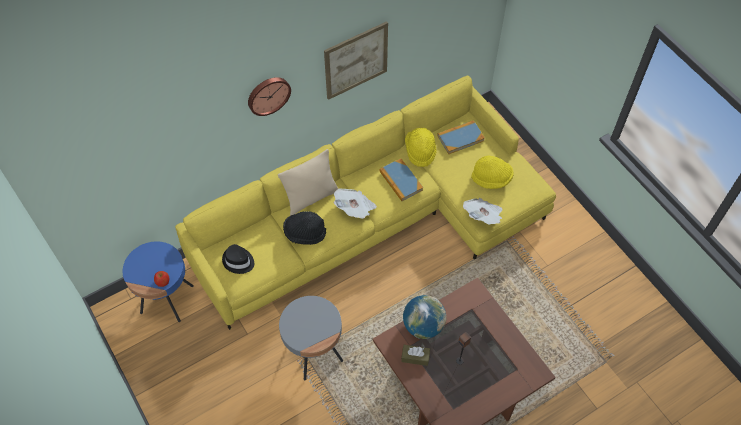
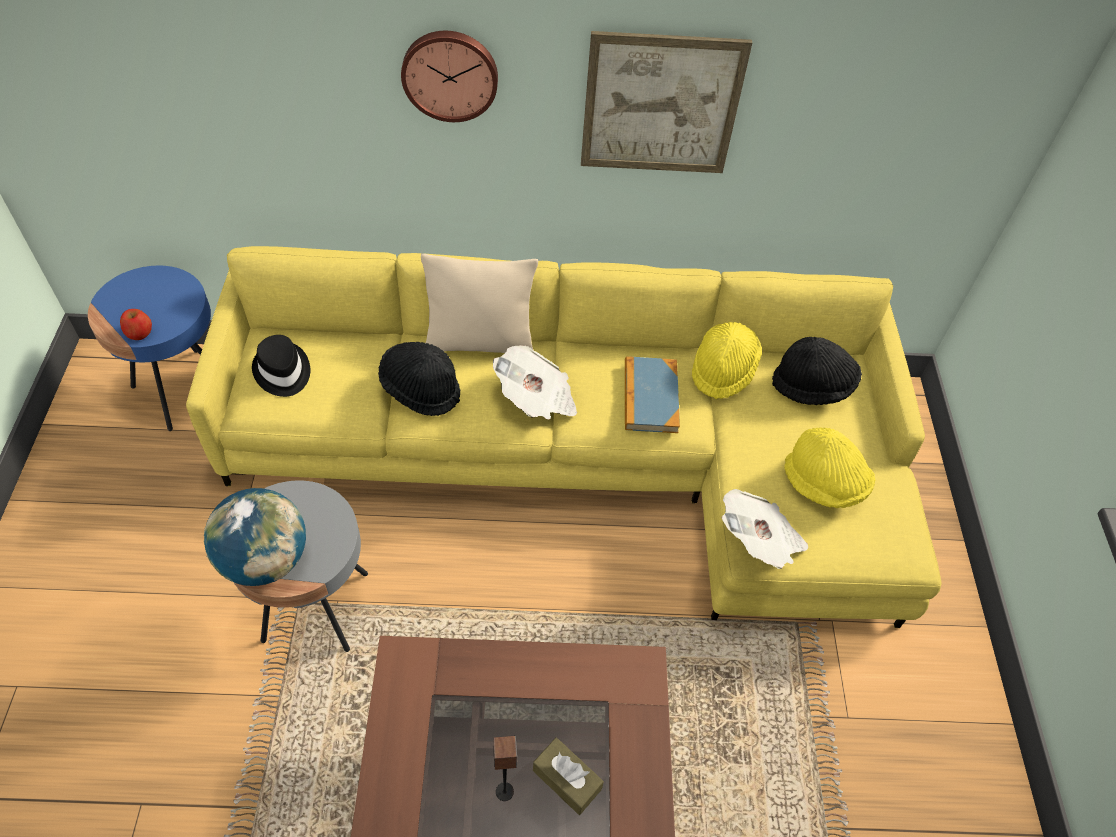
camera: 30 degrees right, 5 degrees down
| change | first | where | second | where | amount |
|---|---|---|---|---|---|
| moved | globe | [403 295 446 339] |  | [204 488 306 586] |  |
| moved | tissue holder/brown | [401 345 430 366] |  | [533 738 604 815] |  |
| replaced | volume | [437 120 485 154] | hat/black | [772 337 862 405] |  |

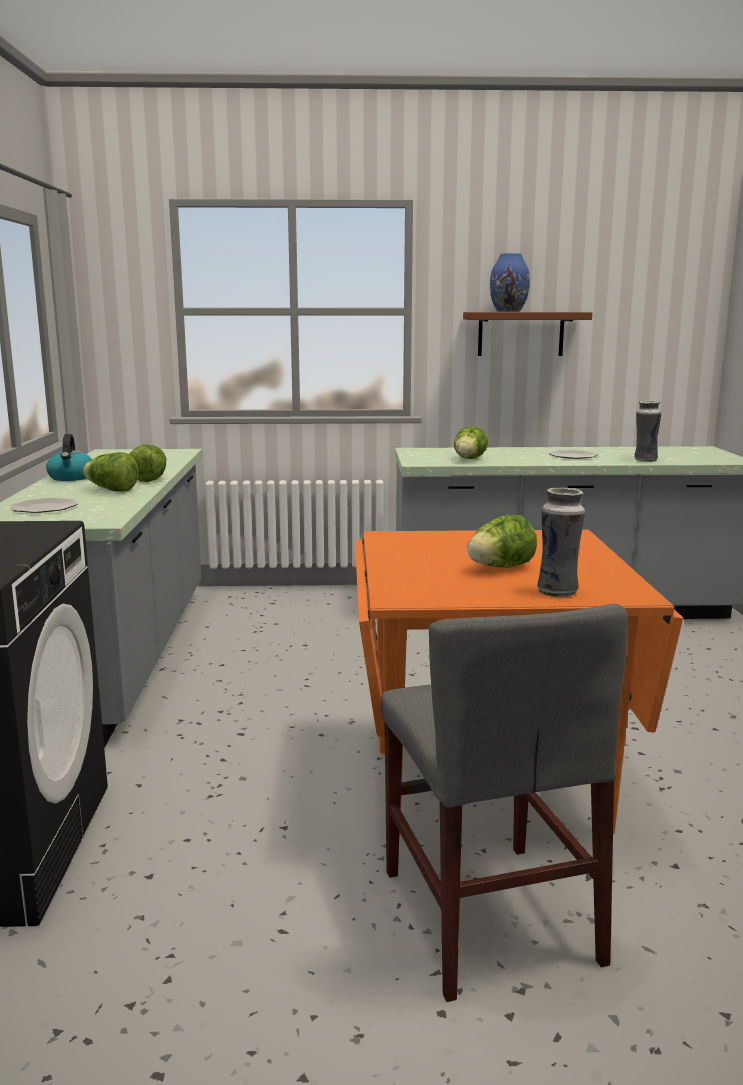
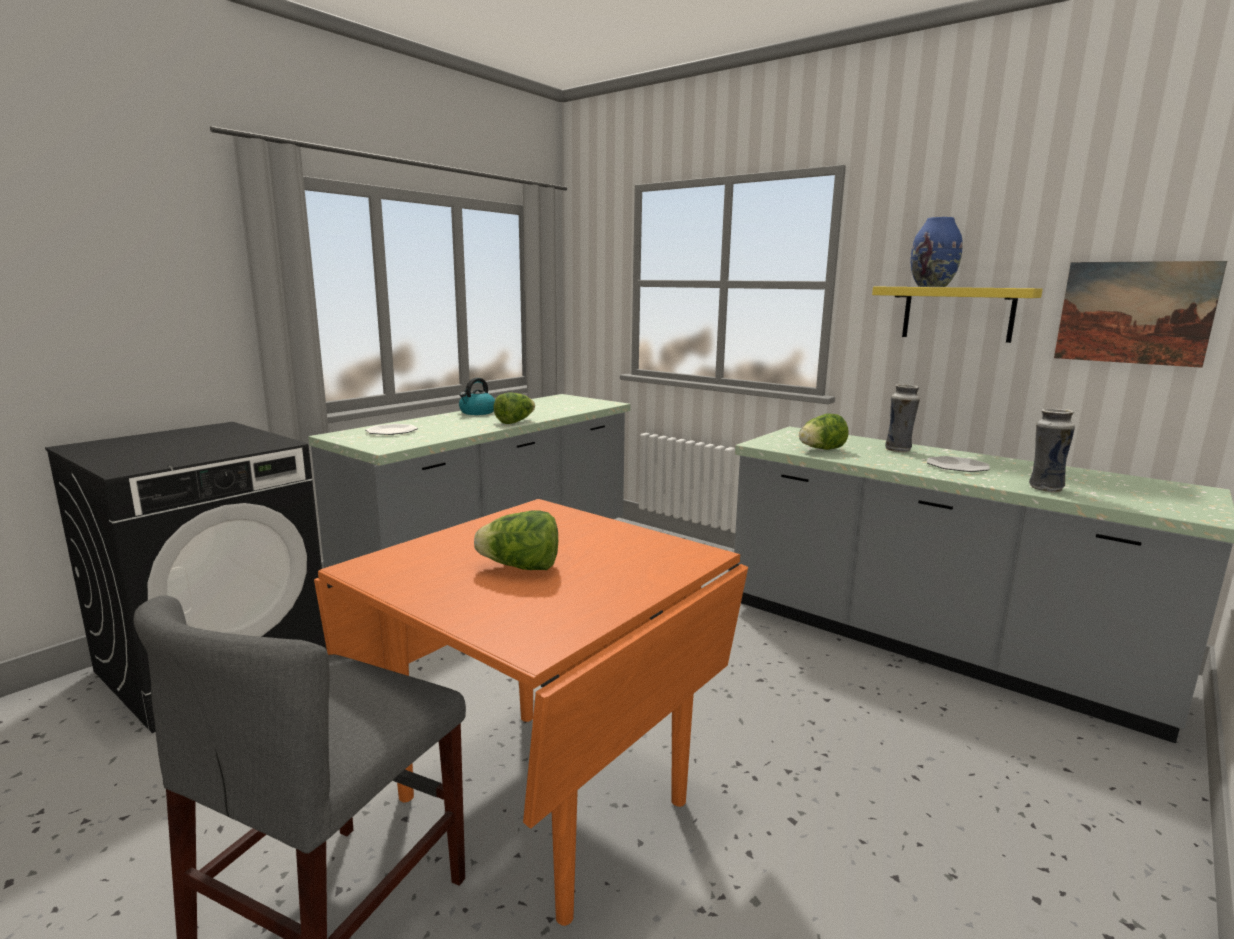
camera: 40 degrees right, 0 degrees up
| change | first | where | second | where | amount |
|---|---|---|---|---|---|
| recoloured | shelf/brown | [463 312 593 356] | shelf/yellow | [872 287 1043 343] |  |
| moved | flower vase | [537 488 585 597] |  | [885 384 920 452] |  |
| added |  |  | picture | [1054 261 1227 368] |  |
| removed | lettuce head | [83 452 138 492] |  |  |  |

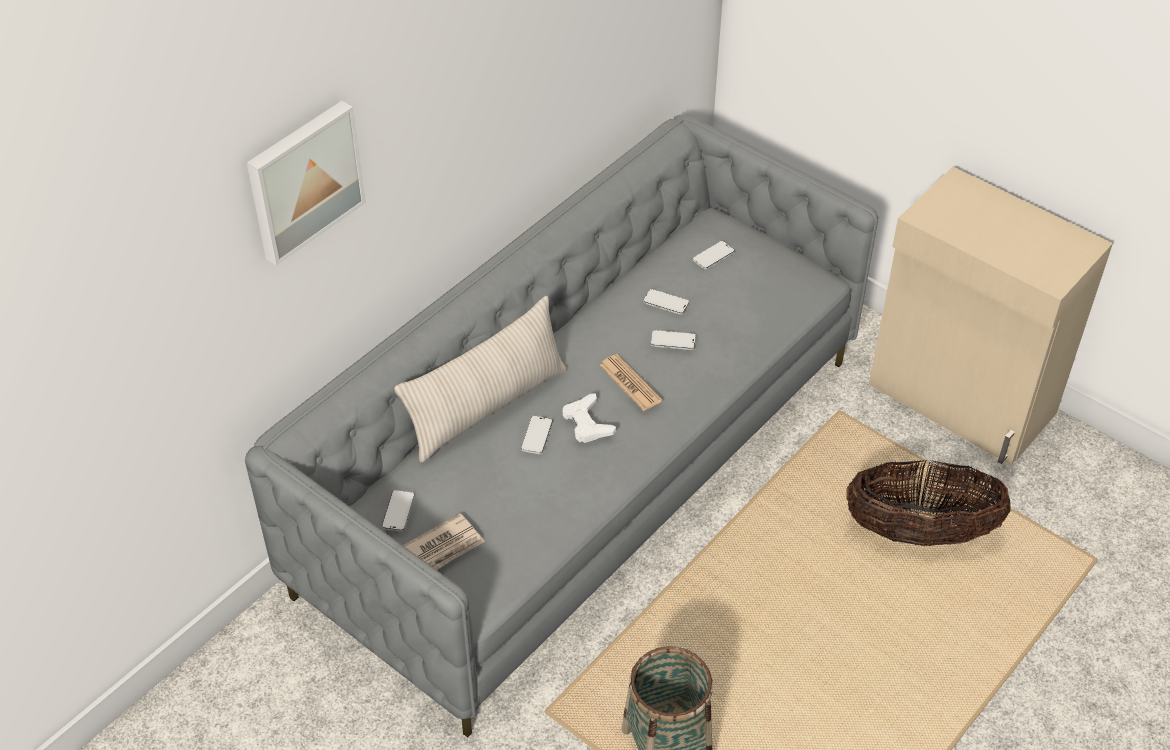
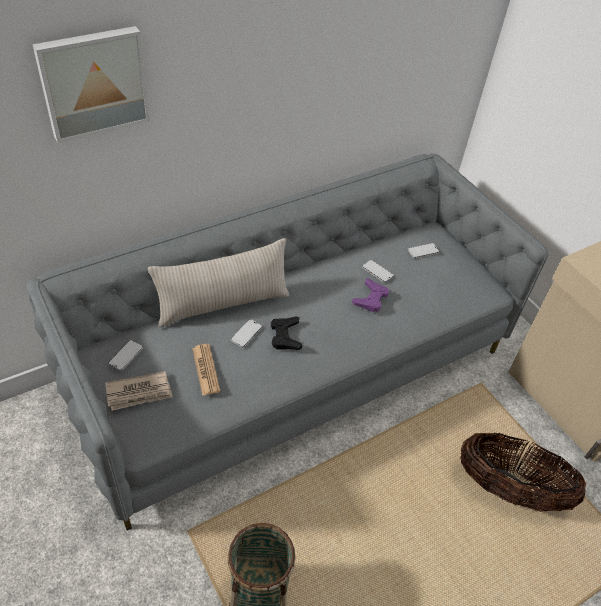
camera: 15 degrees right, 0 degrees up
| change | first | where | second | where | amount |
|---|---|---|---|---|---|
| moved | daily paper | [599 354 662 411] |  | [192 344 221 396] |  |
| recoloured | game controller/white | [563 393 616 443] | game controller/black | [271 316 302 350] |  |
| replaced | handset | [650 330 696 350] | game controller/purplish | [352 278 389 312] |  |

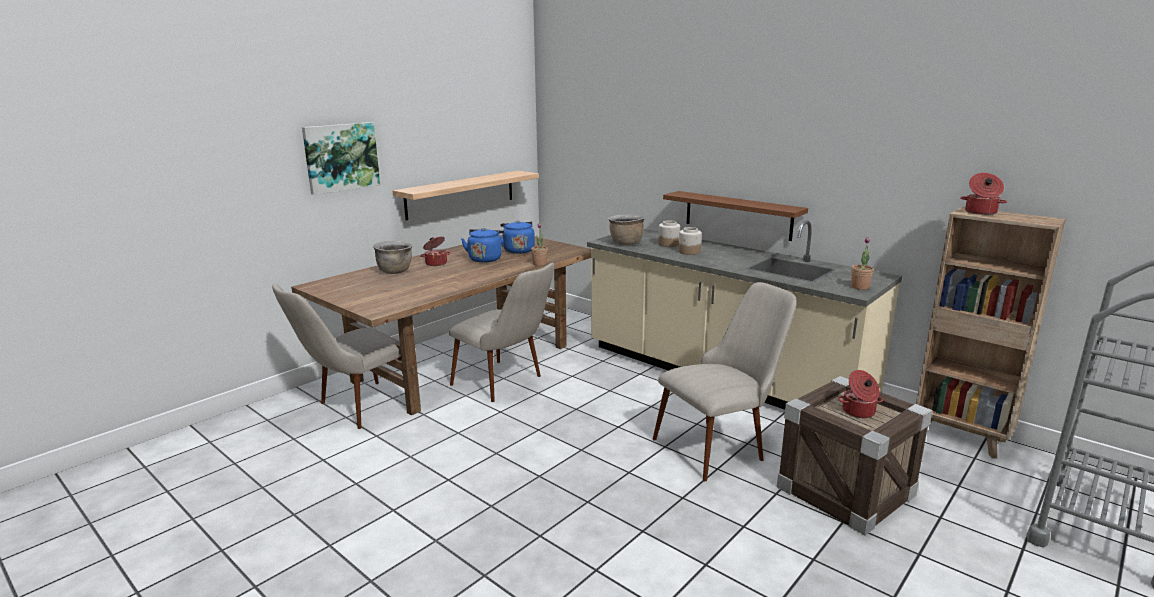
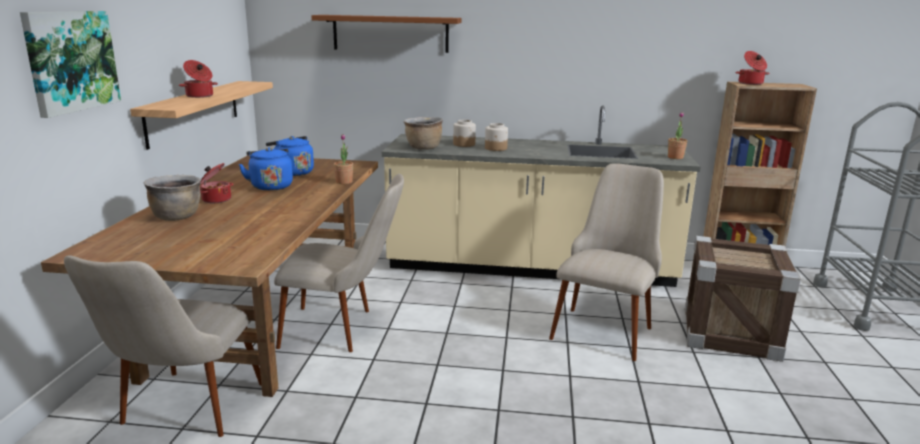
camera: 35 degrees left, 0 degrees up
| change | first | where | second | where | amount |
|---|---|---|---|---|---|
| moved | stockpot | [838 370 883 418] |  | [179 60 218 98] |  |
| moved | shelf/brown | [663 191 808 241] |  | [311 15 461 53] |  |

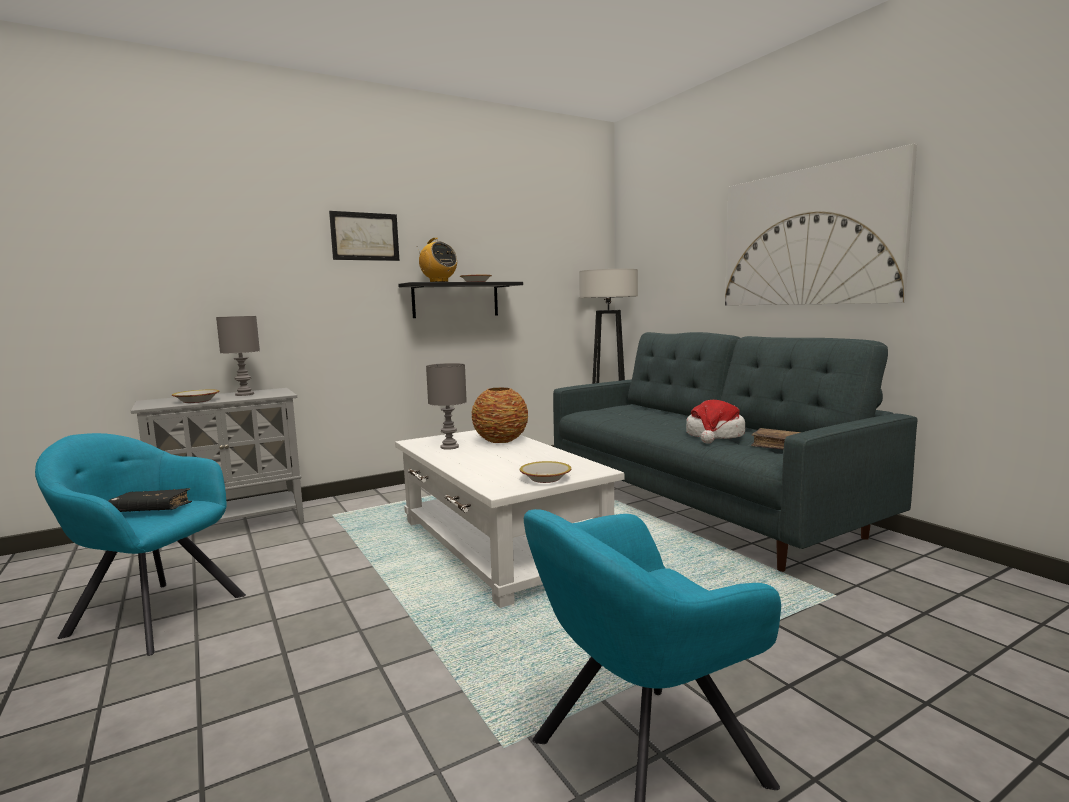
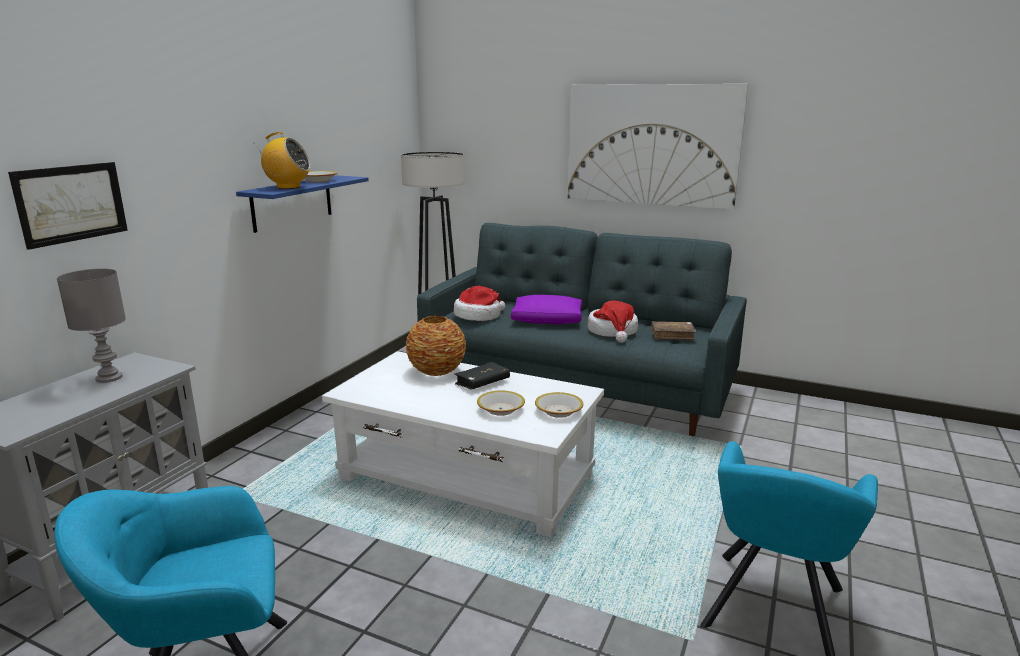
camera: 35 degrees left, 10 degrees up
| change | first | where | second | where | amount |
|---|---|---|---|---|---|
| moved | picture | [329 211 399 261] |  | [8 162 128 250] |  |
| recoloured | shelf/black | [398 282 523 318] | shelf/blue | [236 175 369 233] |  |
| added |  |  | hat | [454 286 505 321] |  |
| moved | volume/black | [108 488 192 512] |  | [454 362 510 389] |  |
| moved | bowl | [172 389 220 403] |  | [477 391 525 416] |  |
| added |  |  | pillow/purplish | [511 295 582 324] |  |
| removed | lamp for a table/greyish | [426 363 467 450] |  |  |  |

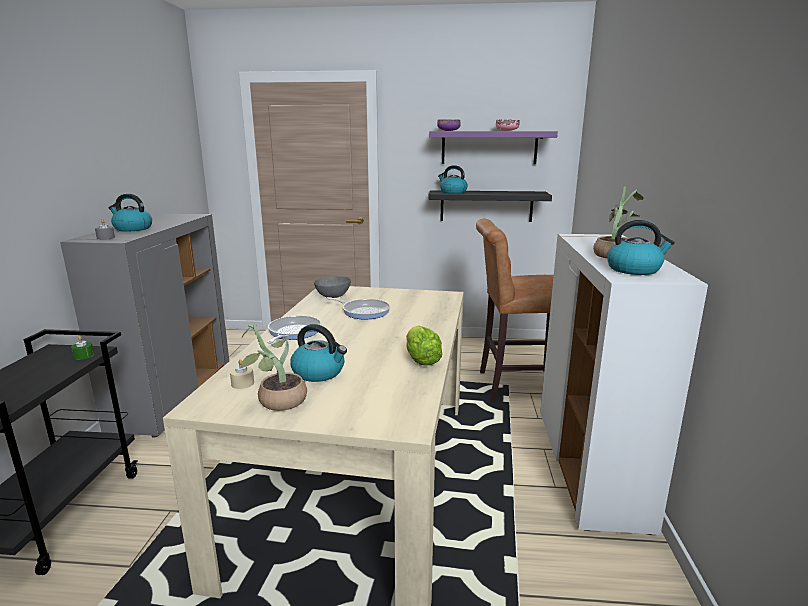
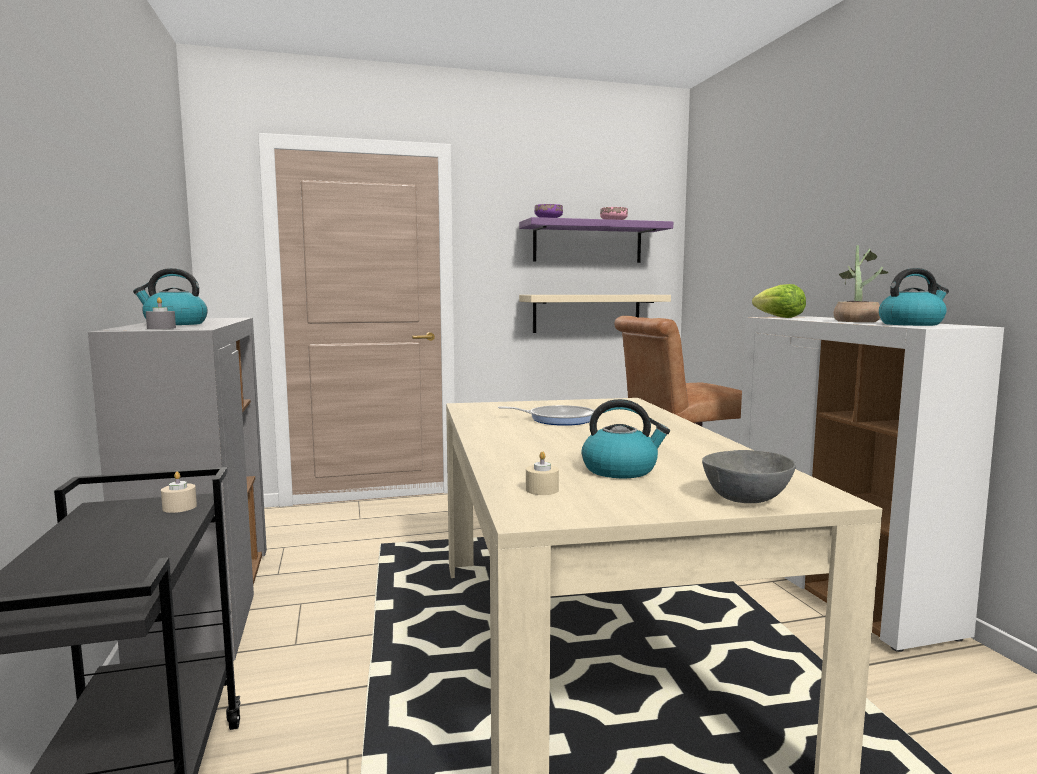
camera: 20 degrees left, 10 degrees down
| change | first | where | second | where | amount |
|---|---|---|---|---|---|
| recoloured | wax light/green-coloured | [71 336 94 360] | wax light/beige-coloured | [161 472 197 513] |  |
| recoloured | shelf/black | [428 190 552 222] | shelf/beige-coloured | [519 295 671 333] |  |
| moved | bowl/greyish | [314 276 351 298] |  | [702 450 796 503] |  |
| moved | lettuce head | [406 326 442 365] |  | [752 284 806 318] |  |
| removed | houseplant | [241 324 307 411] |  |  |  |
| removed | frying pan | [267 316 322 344] |  |  |  |
| removed | tea kettle | [438 165 468 194] |  |  |  |

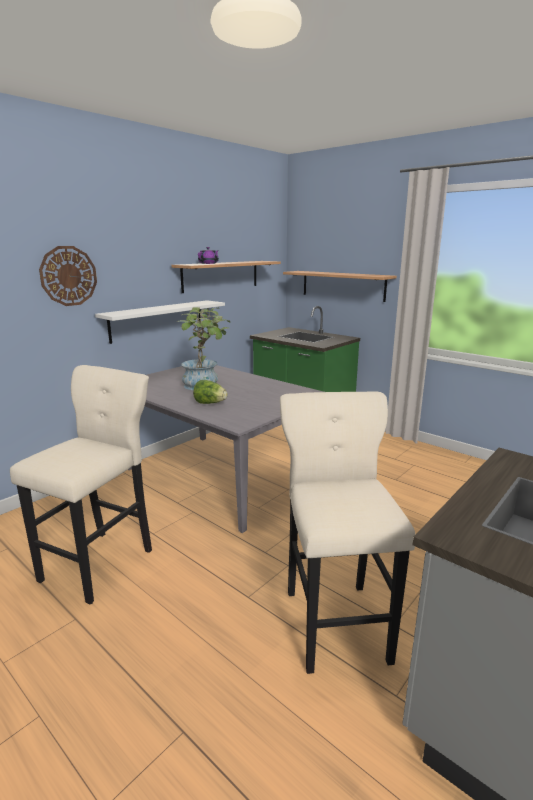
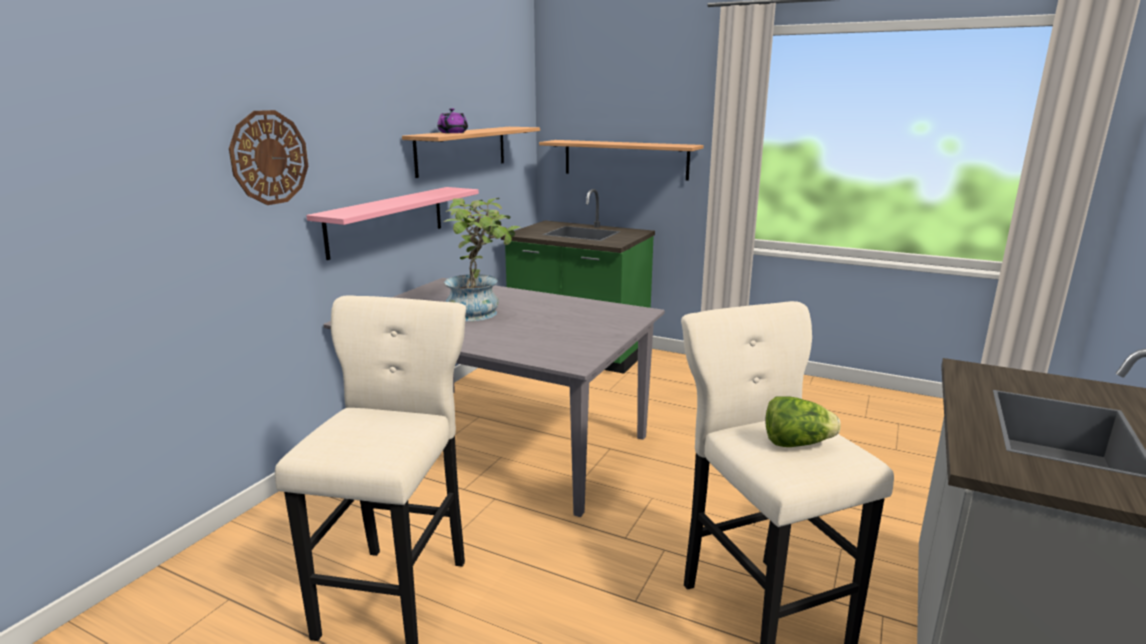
camera: 15 degrees left, 0 degrees up
| change | first | where | second | where | amount |
|---|---|---|---|---|---|
| recoloured | shelf/white | [95 300 225 344] | shelf/pink-coloured | [306 187 479 260] |  |
| moved | lettuce head | [193 380 228 404] |  | [766 396 841 447] |  |

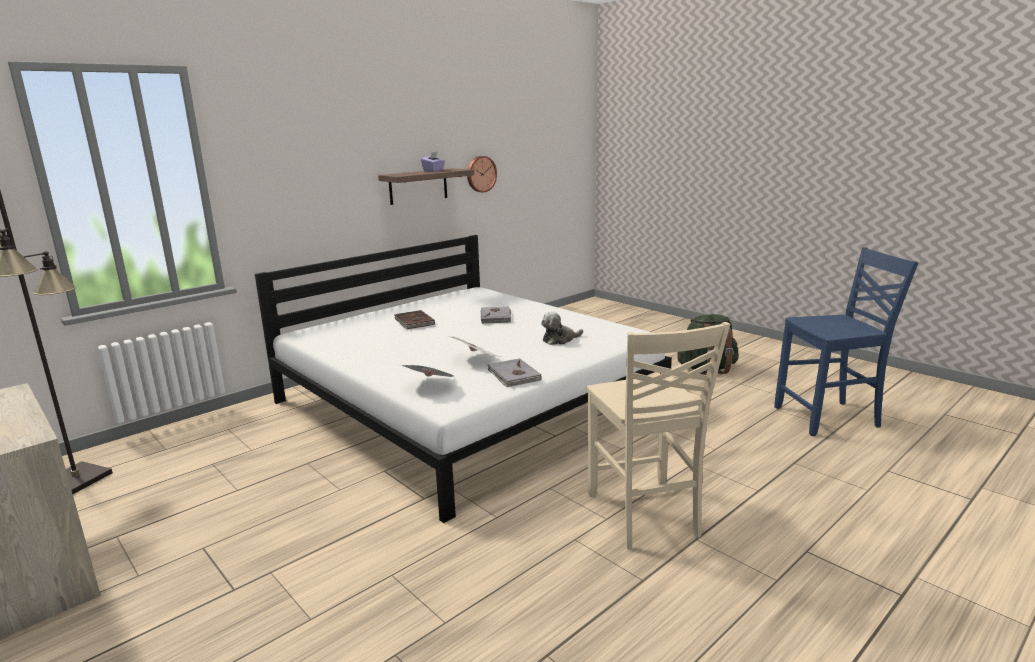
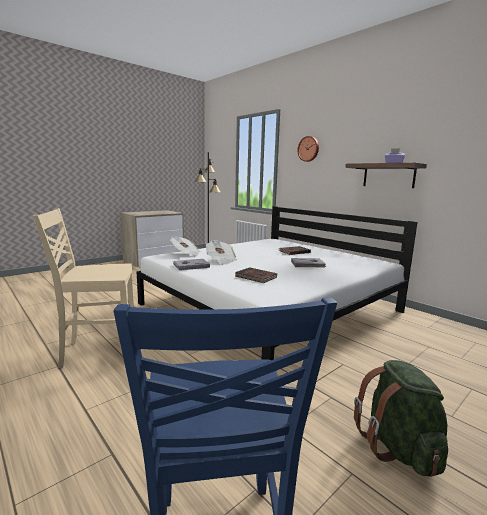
camera: 90 degrees right, 5 degrees down
| change | first | where | second | where | amount |
|---|---|---|---|---|---|
| replaced | cuddly toy | [541 311 583 345] | volume/brown | [235 267 277 283] |  |
| moved | clock on the wall | [467 156 497 192] |  | [298 136 319 162] |  |

